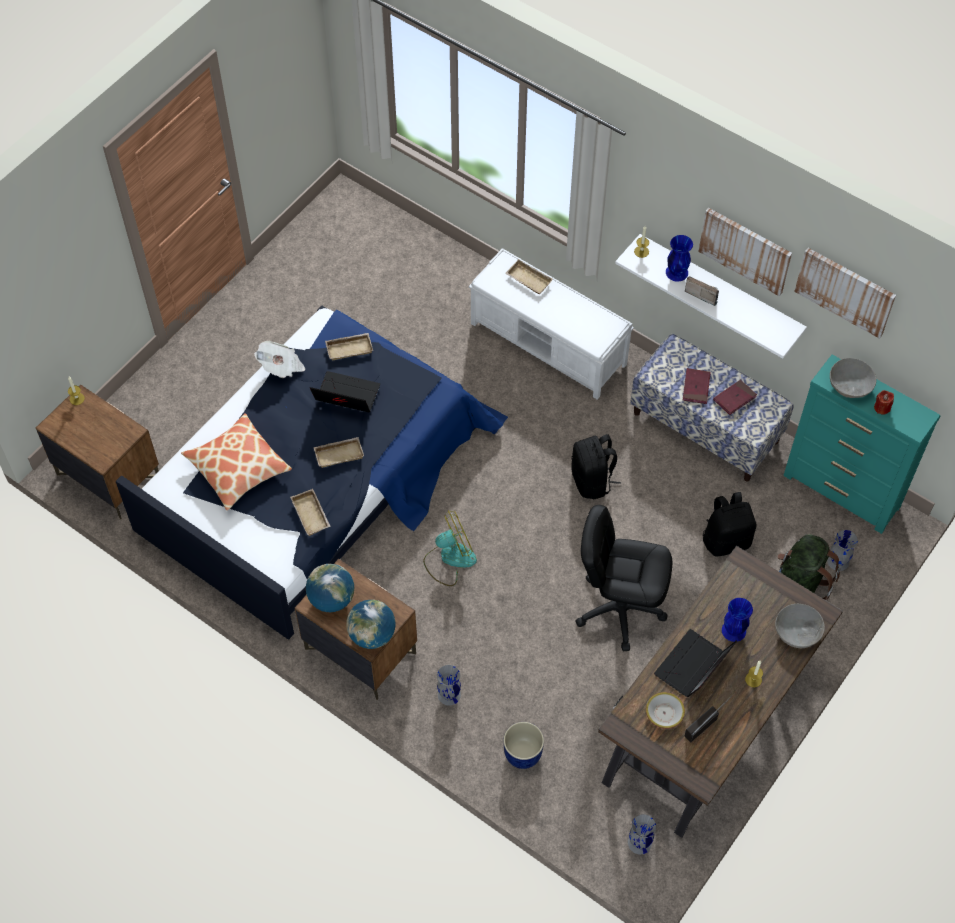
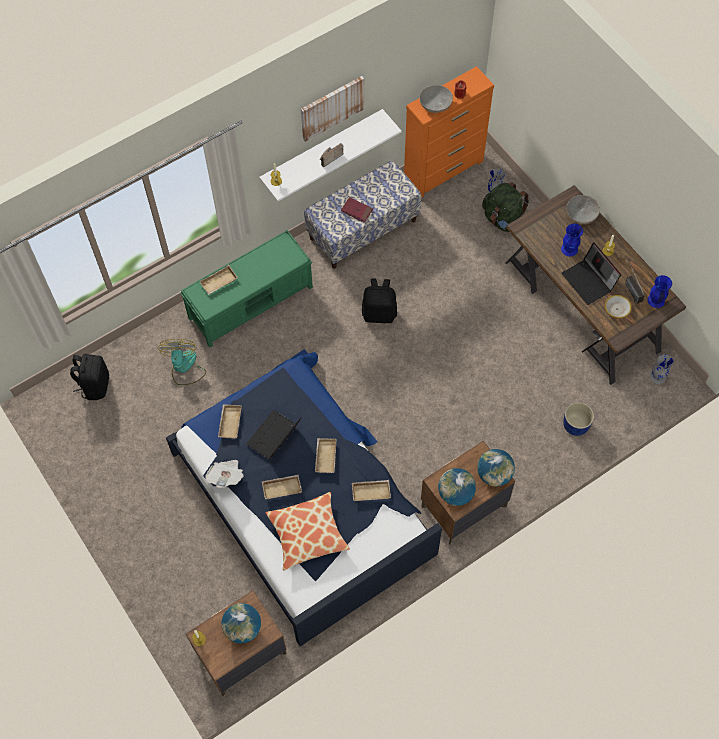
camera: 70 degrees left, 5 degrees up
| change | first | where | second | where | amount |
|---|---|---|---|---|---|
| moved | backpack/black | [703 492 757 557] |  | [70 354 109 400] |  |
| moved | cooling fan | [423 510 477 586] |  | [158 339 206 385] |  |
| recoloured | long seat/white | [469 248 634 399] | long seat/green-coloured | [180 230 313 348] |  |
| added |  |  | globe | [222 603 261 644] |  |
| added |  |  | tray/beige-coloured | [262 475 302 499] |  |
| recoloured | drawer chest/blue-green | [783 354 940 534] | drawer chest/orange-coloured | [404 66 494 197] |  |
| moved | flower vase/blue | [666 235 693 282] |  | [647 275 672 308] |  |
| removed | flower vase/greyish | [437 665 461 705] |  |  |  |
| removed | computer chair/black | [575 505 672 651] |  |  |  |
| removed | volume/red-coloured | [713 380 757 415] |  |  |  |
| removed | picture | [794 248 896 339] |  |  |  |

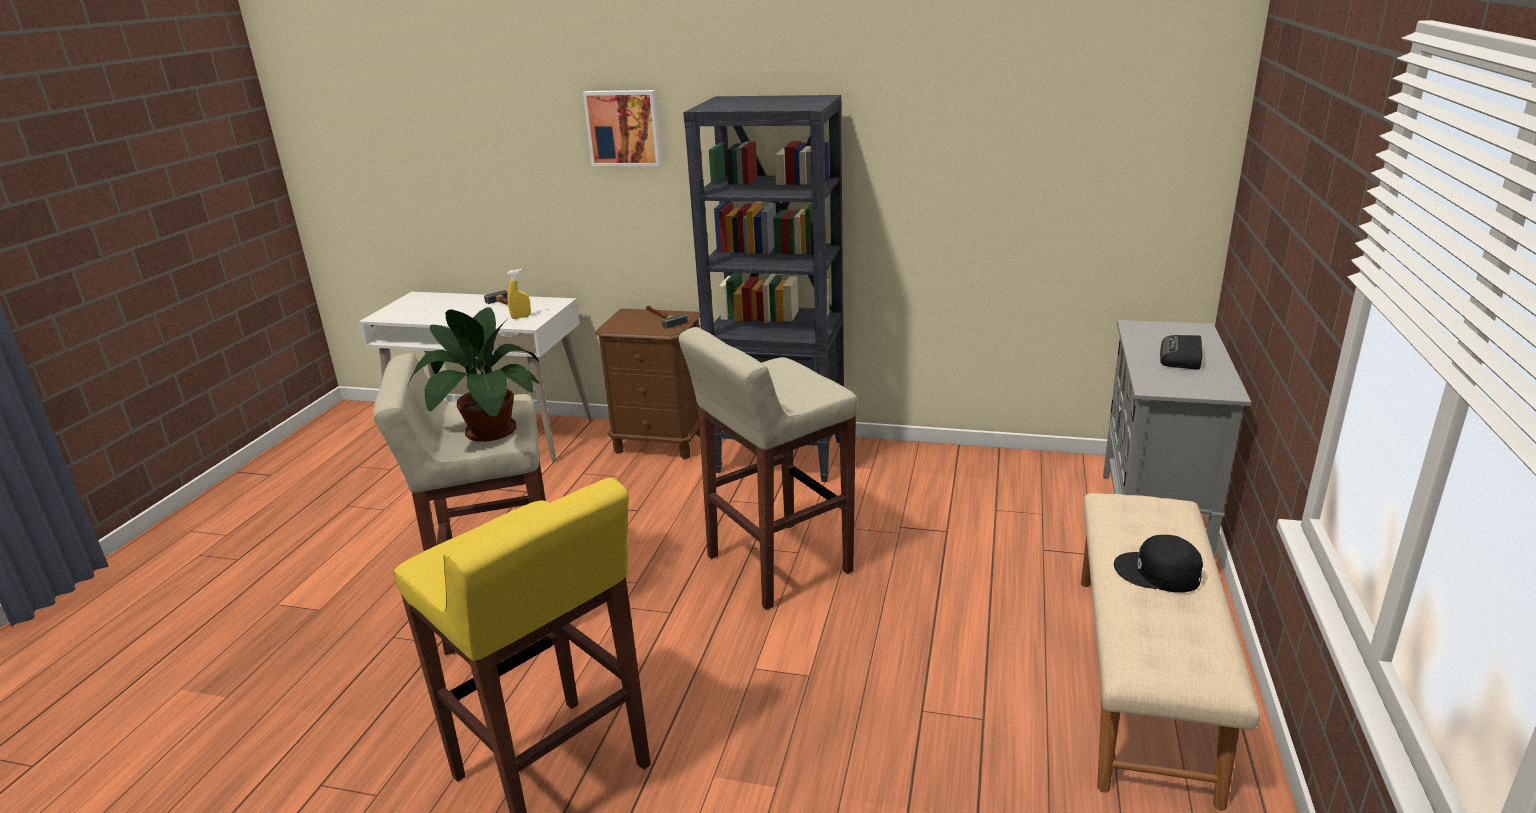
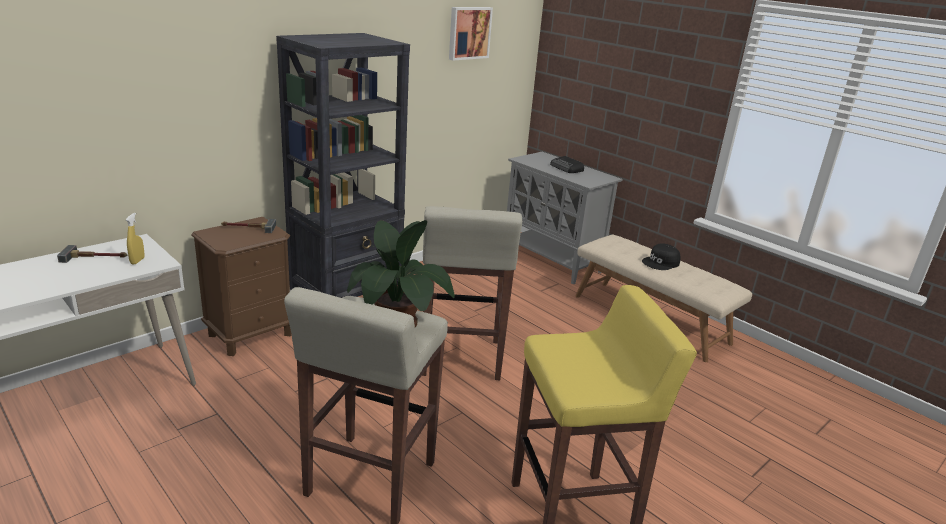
camera: 60 degrees left, 0 degrees up
| change | first | where | second | where | amount |
|---|---|---|---|---|---|
| moved | picture | [583 90 662 167] |  | [449 7 493 61] |  |

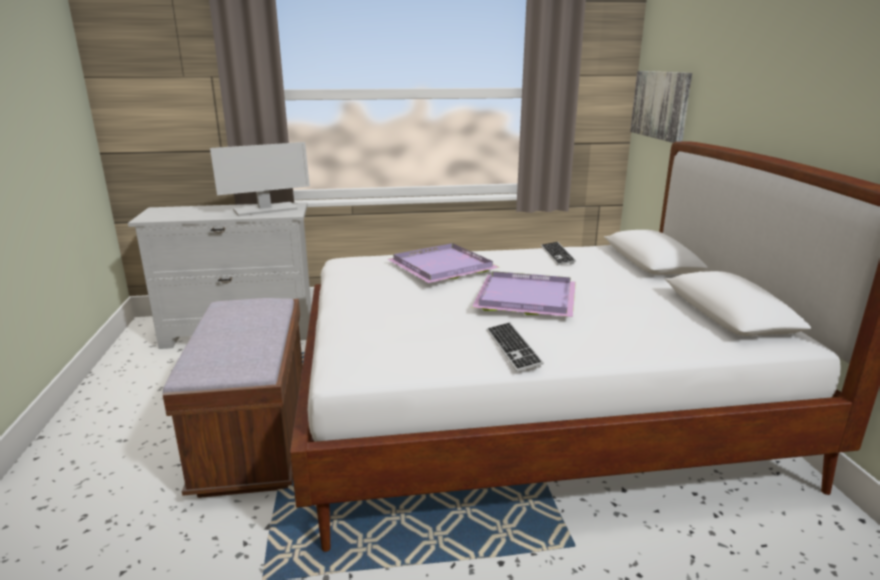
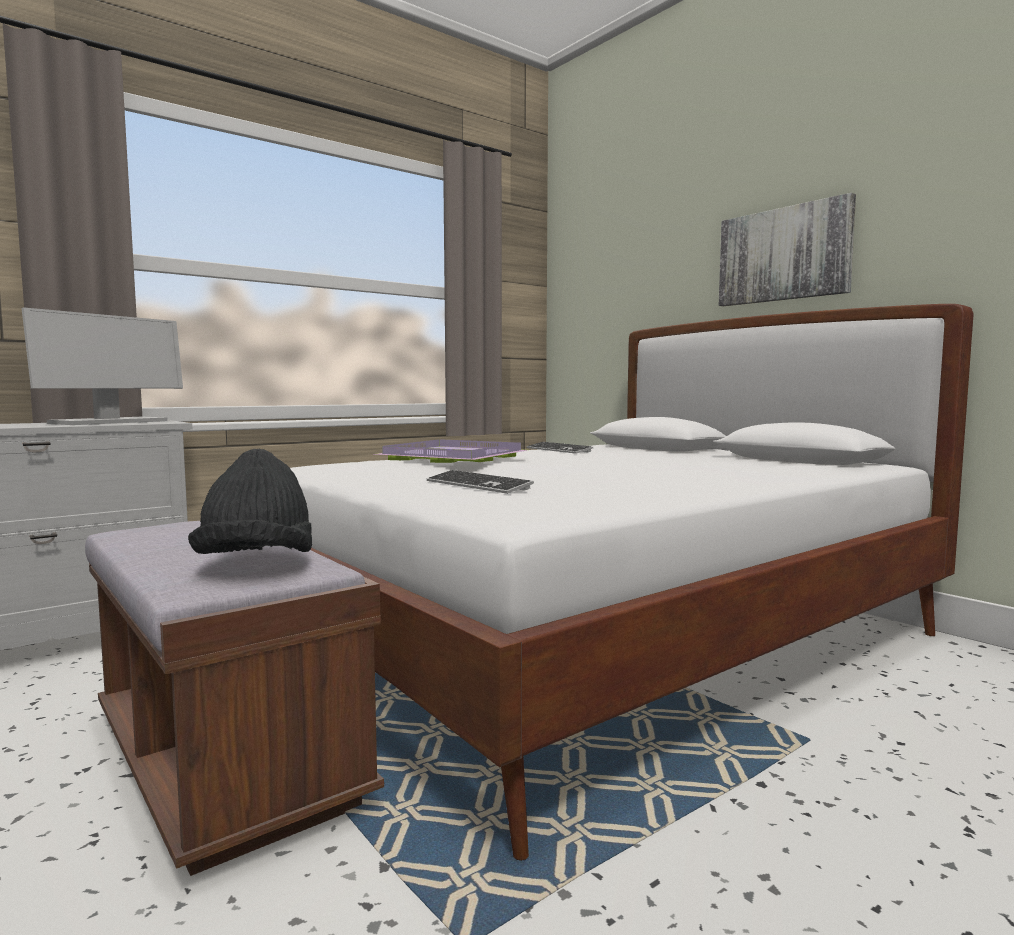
camera: 30 degrees left, 15 degrees down
| change | first | where | second | where | amount |
|---|---|---|---|---|---|
| added |  |  | hat/black | [188 449 312 554] |  |
| moved | keyboard | [487 322 544 372] |  | [427 470 534 494] |  |
| moved | picture | [630 71 692 143] |  | [719 193 856 306] |  |
| removed | tray/purplish | [472 271 576 317] |  |  |  |

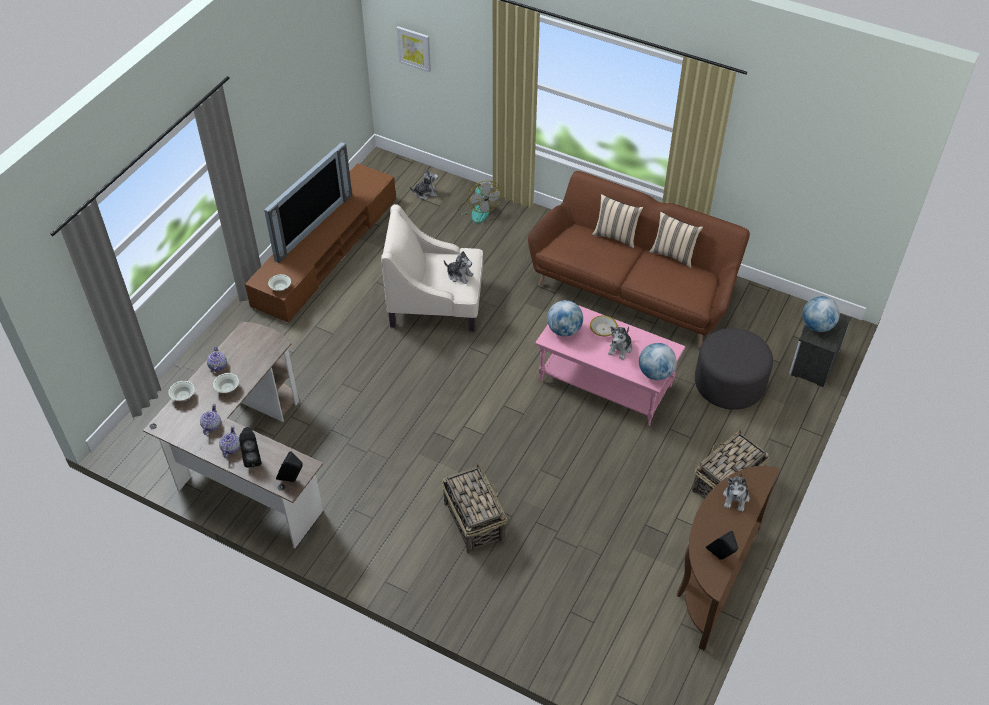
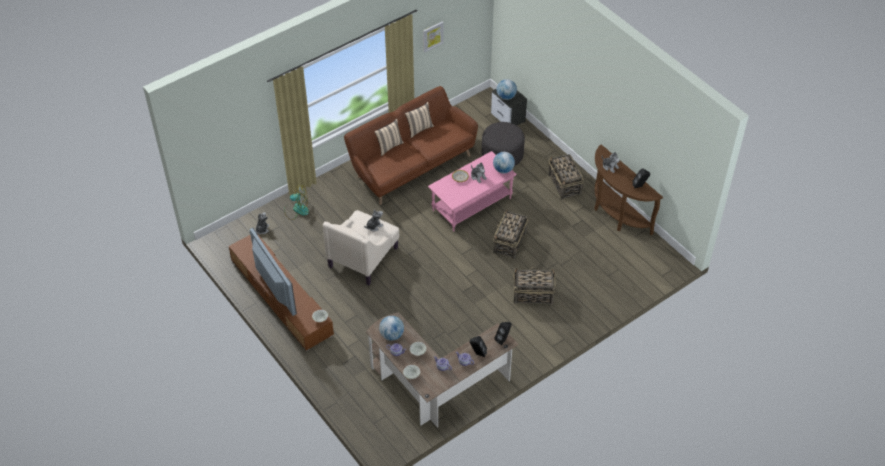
camera: 65 degrees left, 0 degrees up
| change | first | where | second | where | amount |
|---|---|---|---|---|---|
| moved | globe | [547 300 583 337] |  | [379 316 404 341] |  |
| moved | picture | [396 26 431 72] |  | [423 21 444 52] |  |
| added |  |  | household basket | [493 210 528 259] |  |

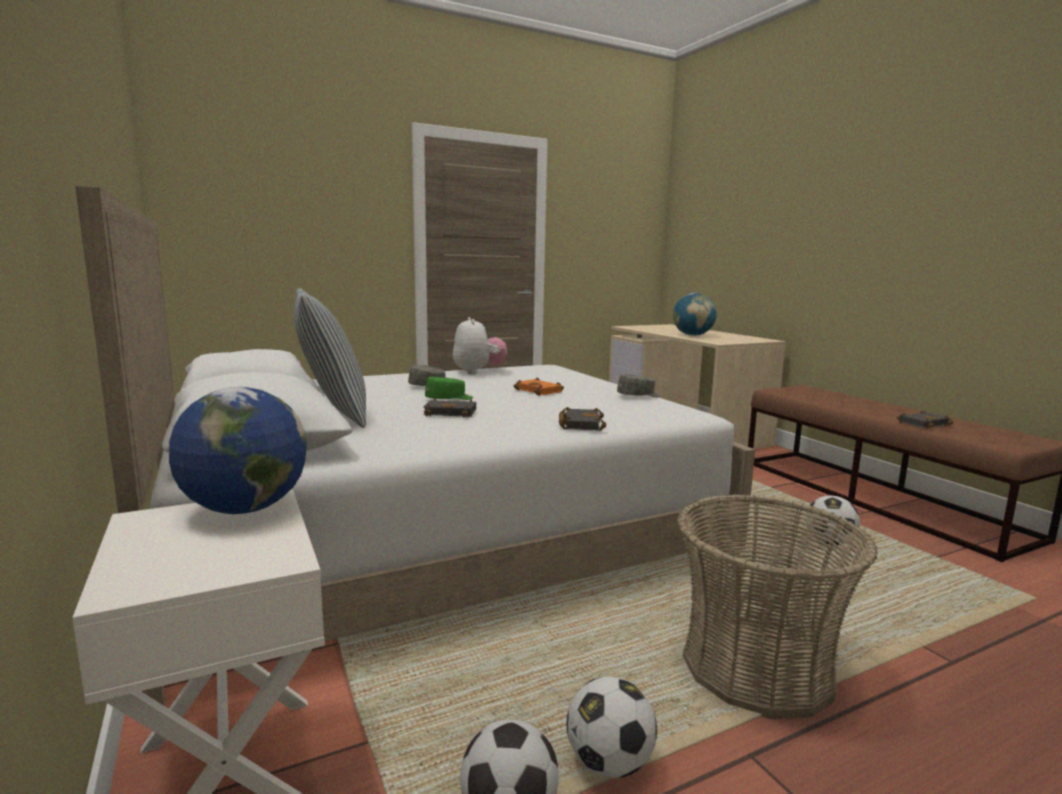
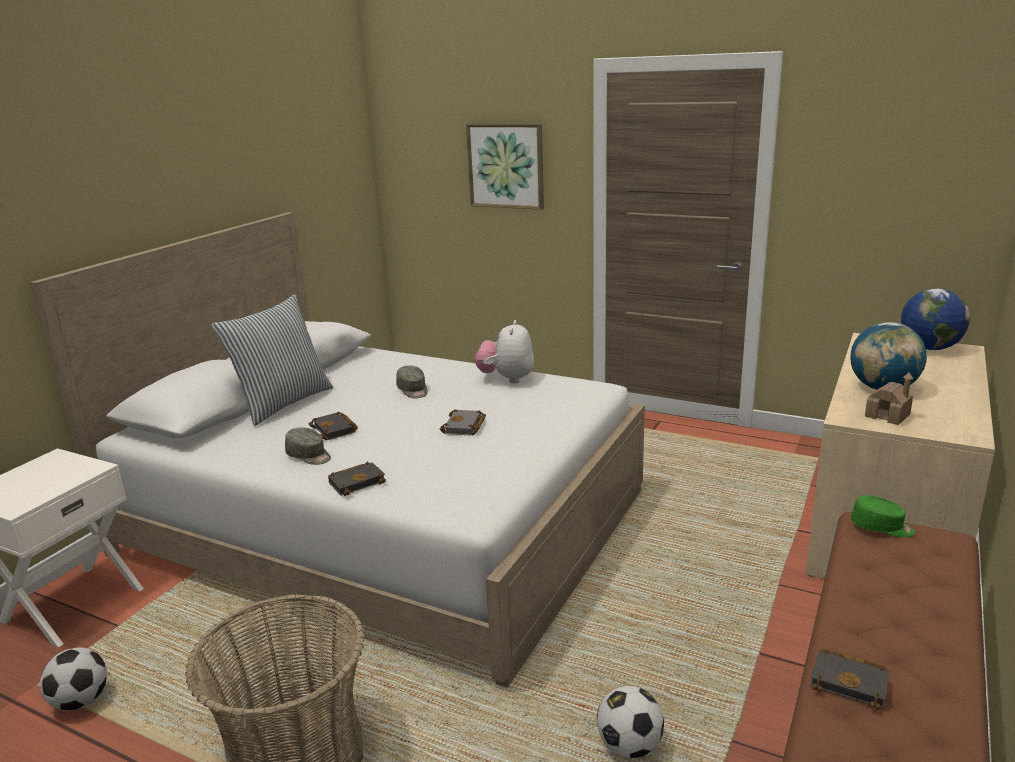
camera: 55 degrees right, 10 degrees up
| change | first | where | second | where | amount |
|---|---|---|---|---|---|
| moved | peaked cap/greyish | [617 374 661 398] |  | [285 427 331 465] |  |
| recoloured | volume/orange-coloured | [514 378 564 396] | volume/greyish | [440 409 486 436] |  |
| added |  |  | picture | [466 124 544 210] |  |
| turned | cuddly toy | [453 317 507 374] |  | [475 320 534 384] | 150 degrees clockwise |
| moved | peaked cap/green-coloured | [425 377 473 400] |  | [851 495 915 537] |  |
| added |  |  | miniature house | [865 373 913 425] |  |
| moved | globe | [169 387 307 514] |  | [901 289 970 350] |  |
| removed | football ball | [567 677 657 778] |  |  |  |

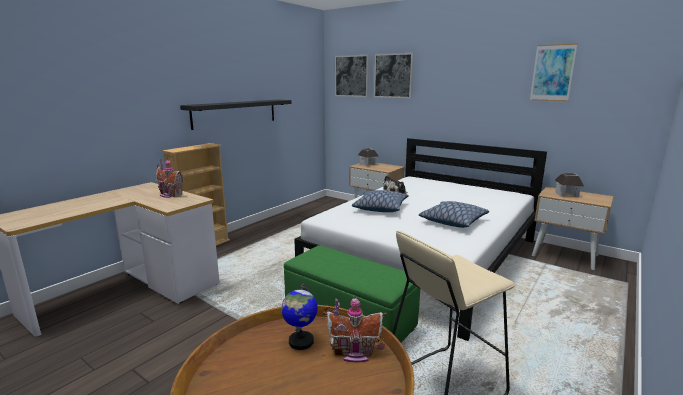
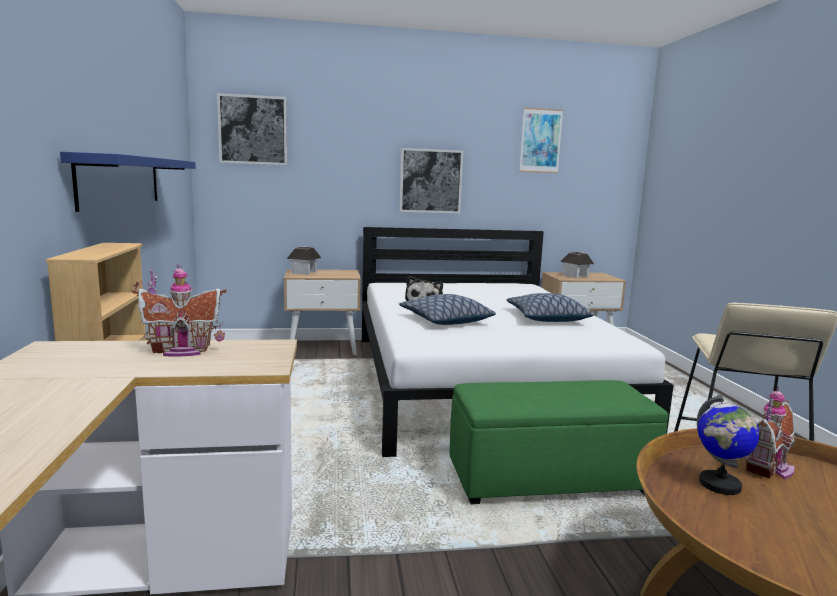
camera: 45 degrees left, 5 degrees down
| change | first | where | second | where | amount |
|---|---|---|---|---|---|
| recoloured | shelf/black | [180 100 292 130] | shelf/blue | [60 152 196 212] |  |
| moved | picture | [374 53 414 98] |  | [399 148 463 213] |  |

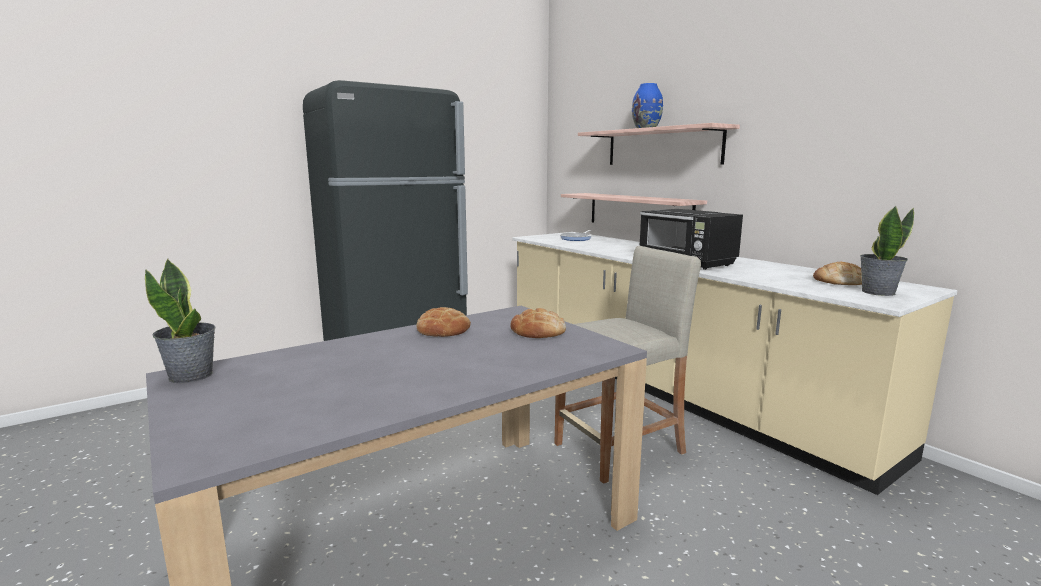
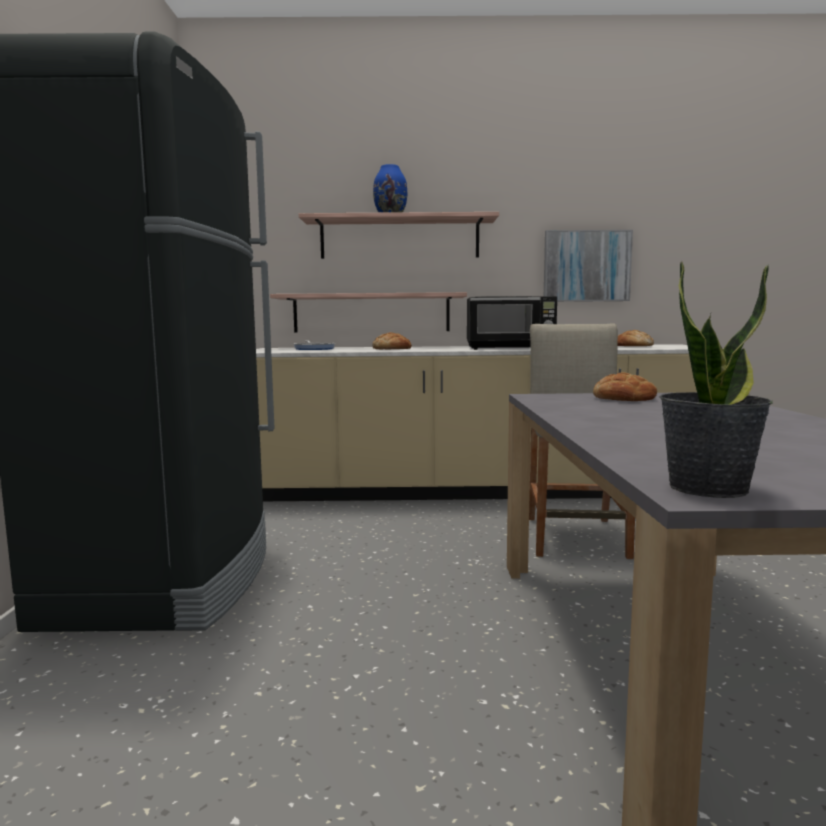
camera: 55 degrees left, 5 degrees down
| change | first | where | second | where | amount |
|---|---|---|---|---|---|
| moved | bakery bread | [416 307 471 337] |  | [373 332 412 349] |  |
| added |  |  | picture | [544 230 633 302] |  |
| removed | houseplant | [860 205 914 296] |  |  |  |

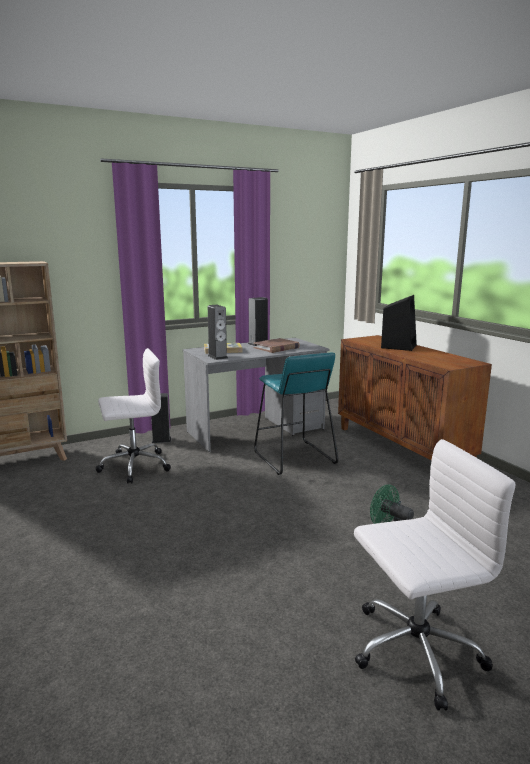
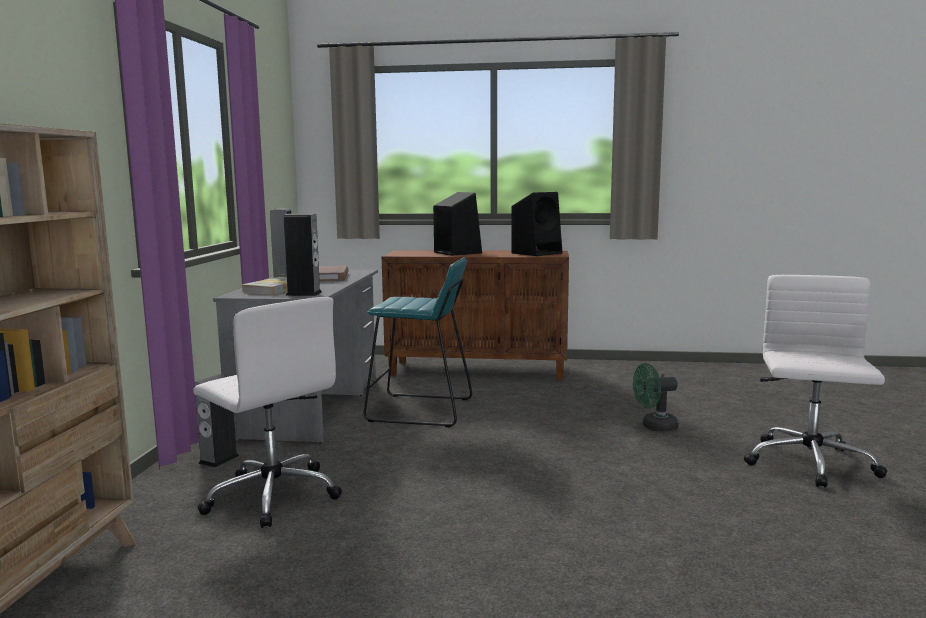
camera: 55 degrees left, 5 degrees down
| change | first | where | second | where | amount |
|---|---|---|---|---|---|
| turned | computer chair/white | [95 348 171 483] |  | [193 297 342 528] | 120 degrees clockwise |
| added |  |  | speaker/black | [511 192 563 256] |  |

